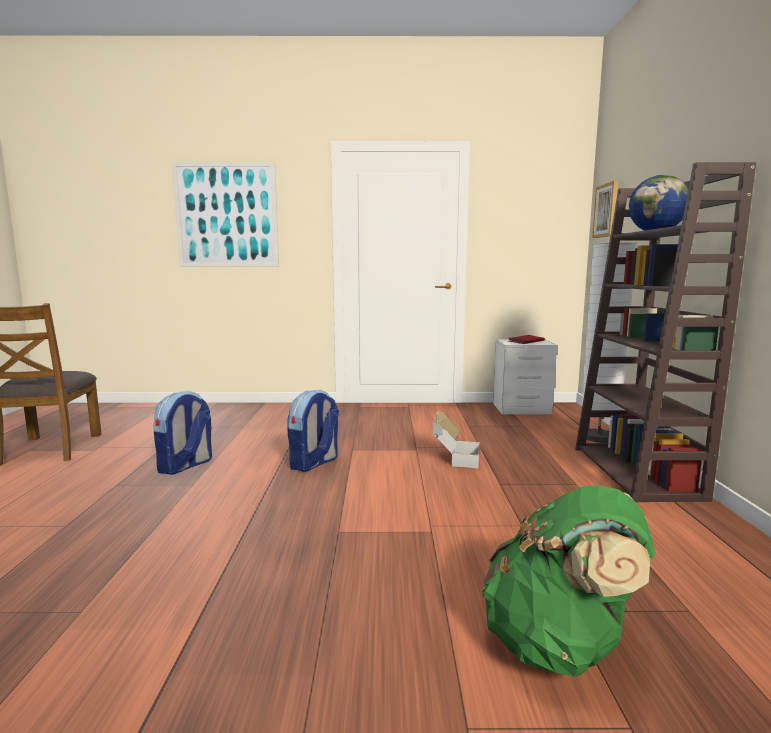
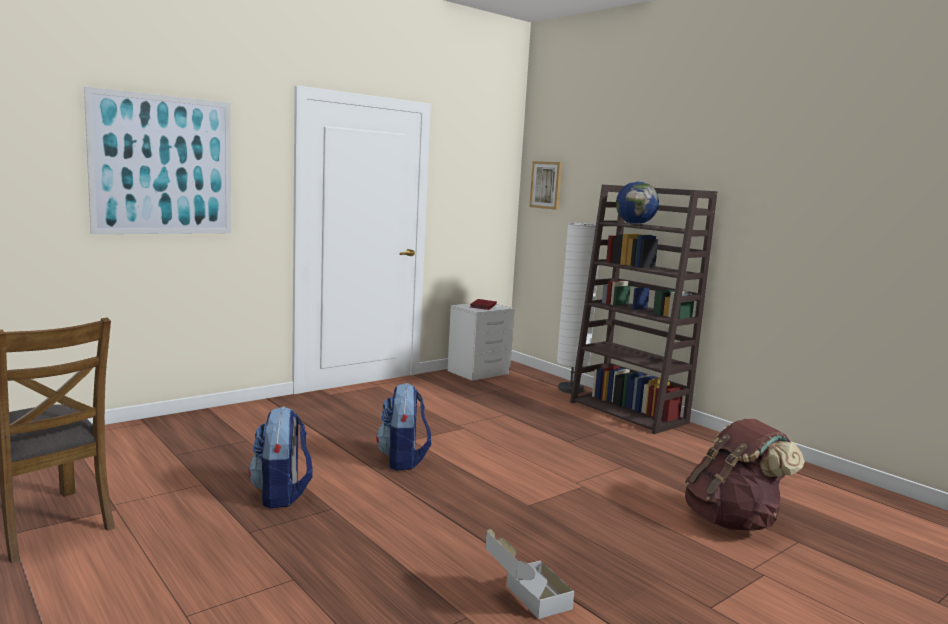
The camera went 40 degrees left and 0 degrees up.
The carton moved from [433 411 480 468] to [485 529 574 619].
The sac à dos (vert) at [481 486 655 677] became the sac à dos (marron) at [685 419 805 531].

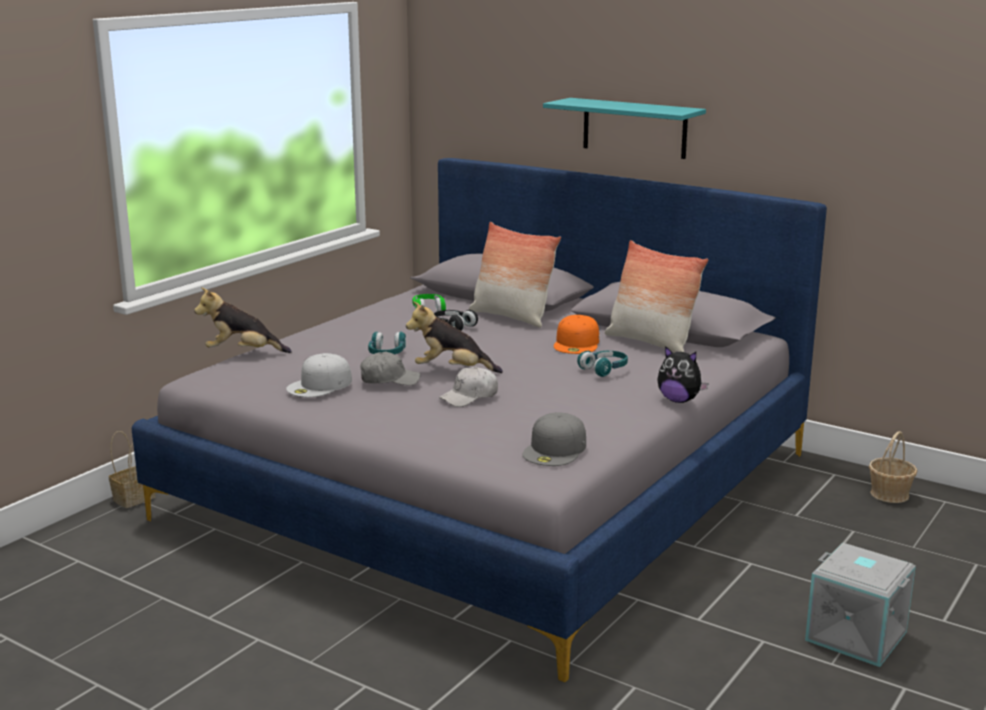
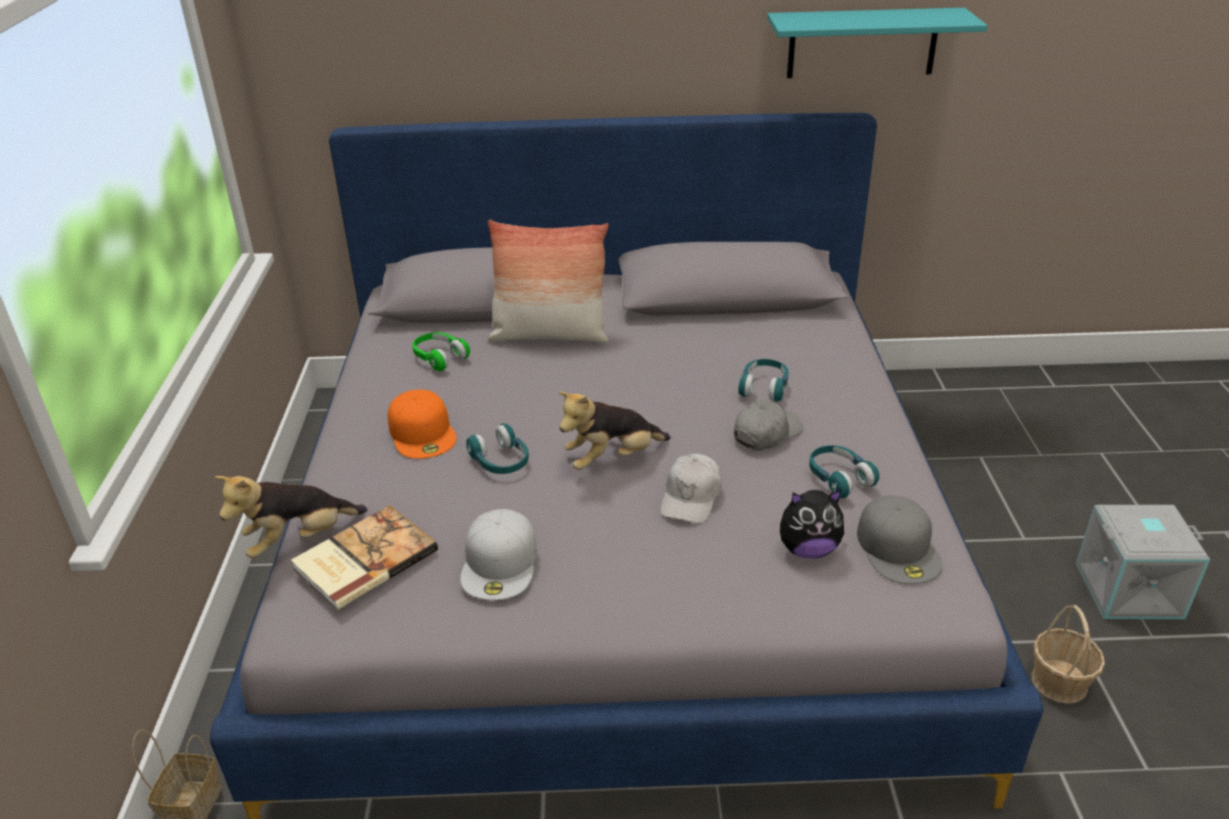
The camera went 35 degrees left and 15 degrees up.
The casquette (gris) moved from [360 352 420 386] to [734 401 803 450].
The casque audio (noir) at [434 310 478 331] disappeared.
The étagère (turquoise) moved from [543 98 706 159] to [767 8 987 78].
The casquette (orange) moved from [554 315 599 354] to [388 390 456 459].
The coussin at [605 240 708 353] disappeared.
The peluche moved from [657 346 709 403] to [780 489 844 559].
The panier moved from [869 431 917 503] to [1031 605 1105 704].
The livre at [291 505 438 610] appeared.
The casque audio (turquoise) at [809 445 879 498] appeared.

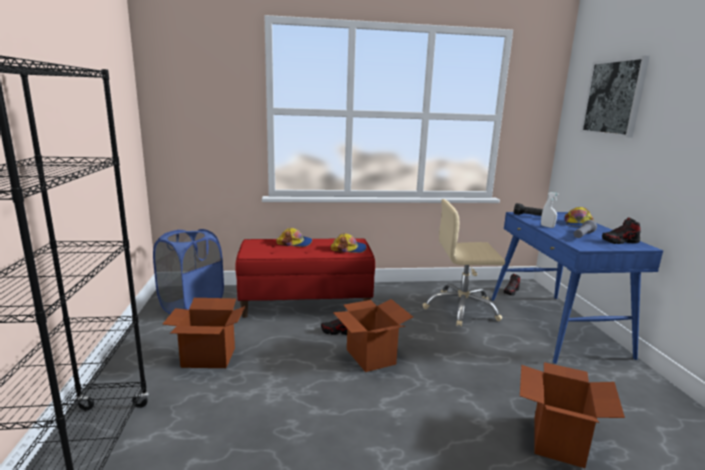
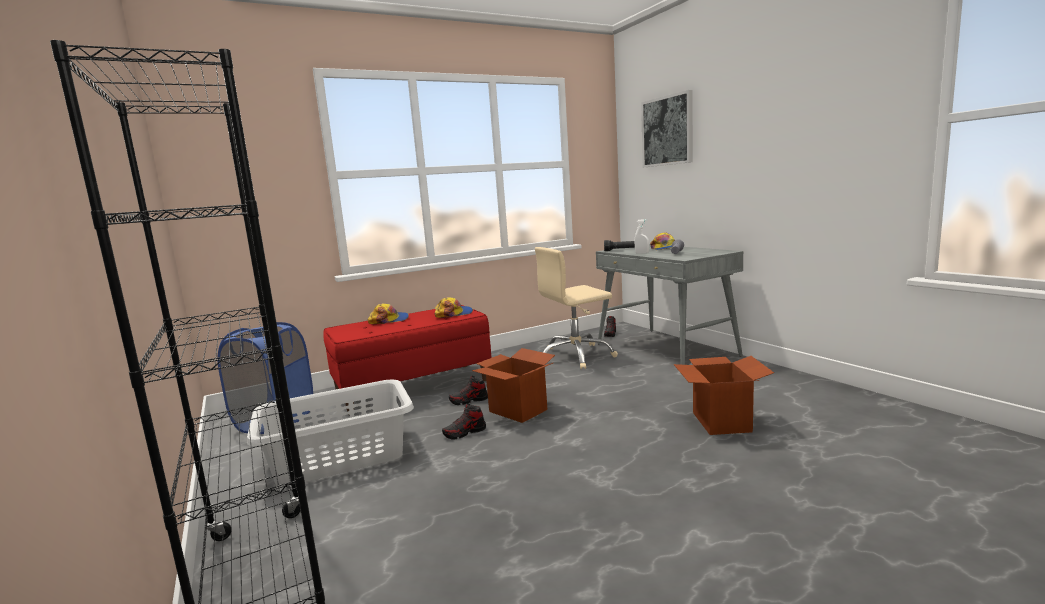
The camera went 20 degrees left and 5 degrees down.
The carton at [162 298 245 368] was replaced by the panier à linge (gris) at [247 380 414 487].
The bureau (bleu) at [491 212 663 364] became the bureau (gris) at [596 244 744 365].
The chaussure moved from [602 217 641 244] to [442 404 486 439].

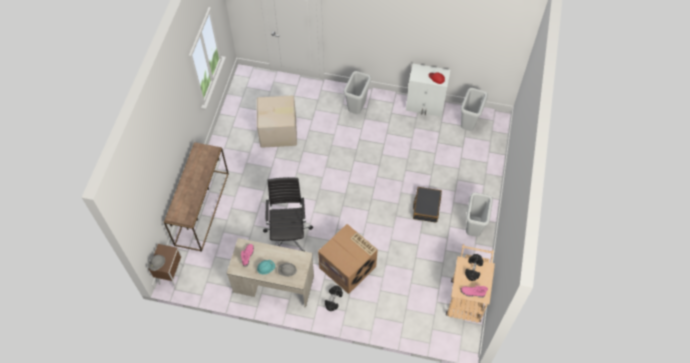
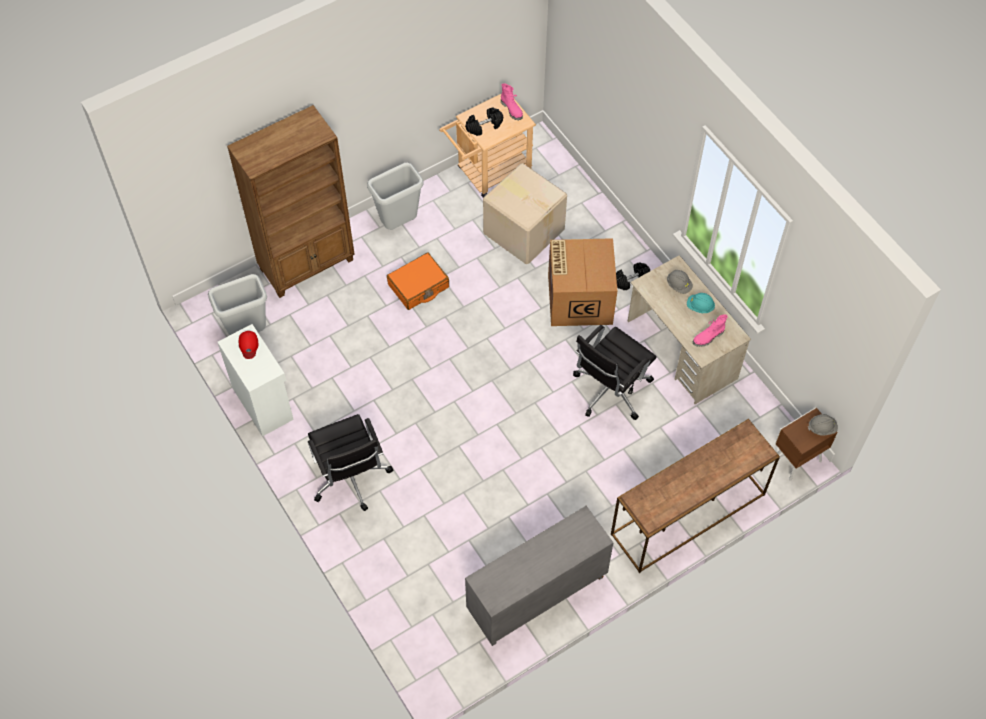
The camera went 135 degrees left and 0 degrees up.
The carton moved from [257 95 297 148] to [483 163 567 264].
The poubelle (gris) at [344 71 371 114] was replaced by the chaise de bureau (noir) at [308 414 393 511].
The valise (noir) at [413 187 442 223] became the valise (orange) at [387 252 449 310].
The bibliothèque (marron) at [227 105 355 298] appeared.
The meuble de rangement (gris) at [465 506 613 646] appeared.

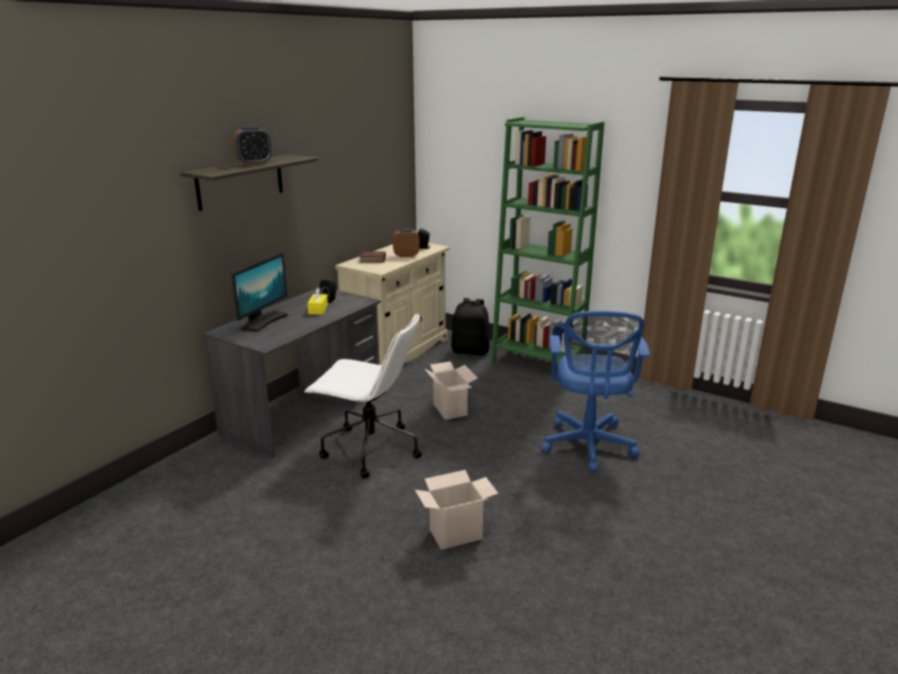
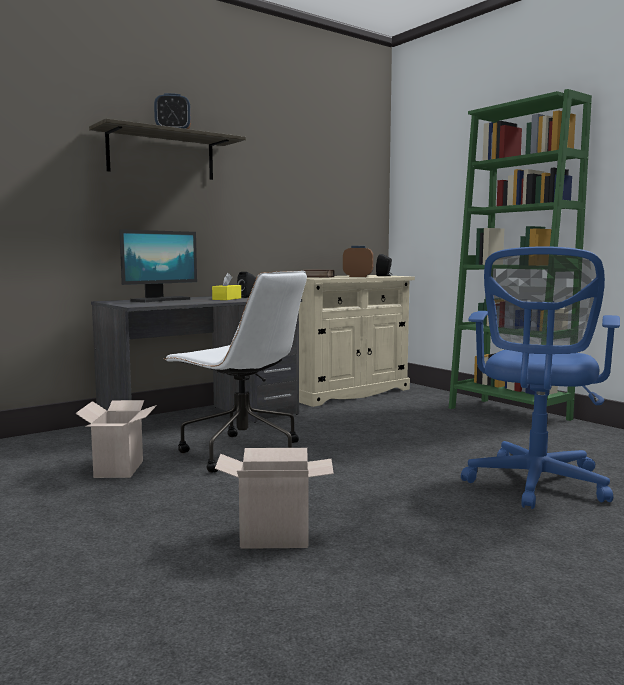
The camera went 20 degrees right and 15 degrees down.
The carton moved from [425 361 478 420] to [75 400 157 478].
The sac à dos (noir) at [451 298 490 355] disappeared.

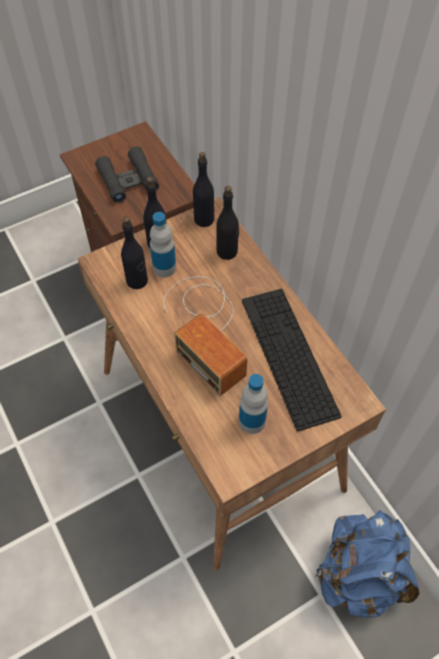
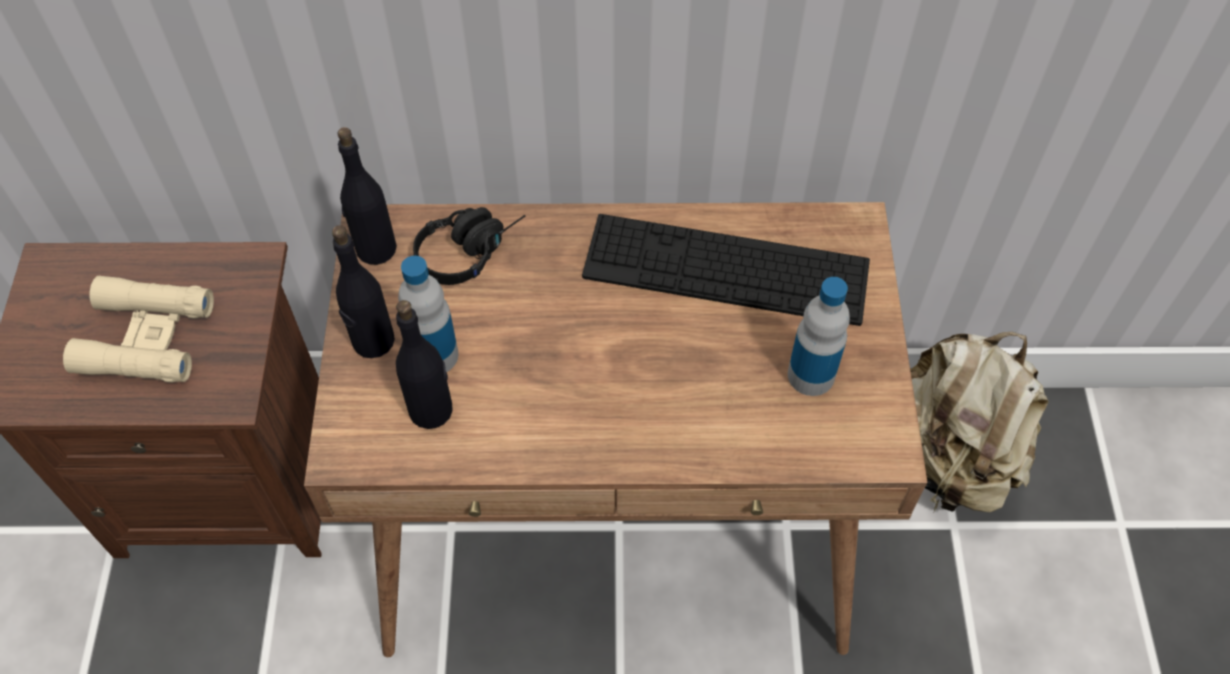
The camera went 60 degrees left and 0 degrees up.
The jumelles (noir) at [95 147 159 203] became the jumelles (beige) at [63 275 214 383].
The radio at [163 276 248 396] disappeared.
The bouteille (noir) at [216 186 239 260] was replaced by the casque audio (noir) at [413 207 525 285].
The sac à dos (bleu) at [316 511 419 617] became the sac à dos (beige) at [910 332 1049 513].

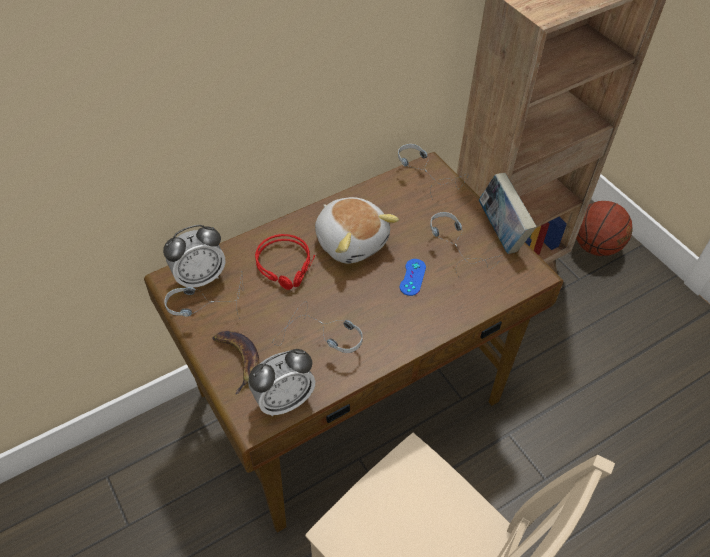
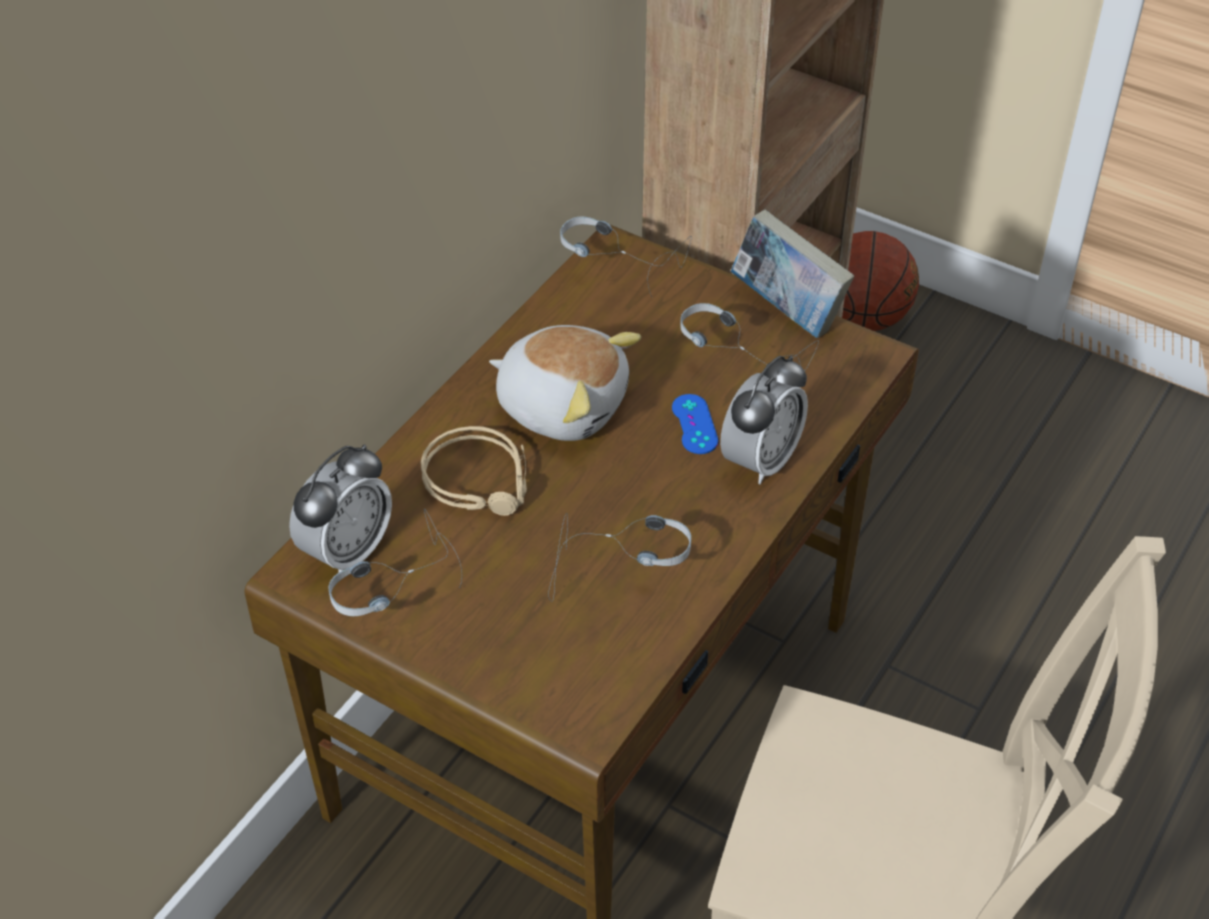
The camera went 25 degrees left and 5 degrees down.
The banane at [212 331 259 395] disappeared.
The réveil moved from [248 349 315 416] to [720 355 808 485].
The casque audio (rouge) at [255 234 315 290] became the casque audio (beige) at [421 426 527 516].

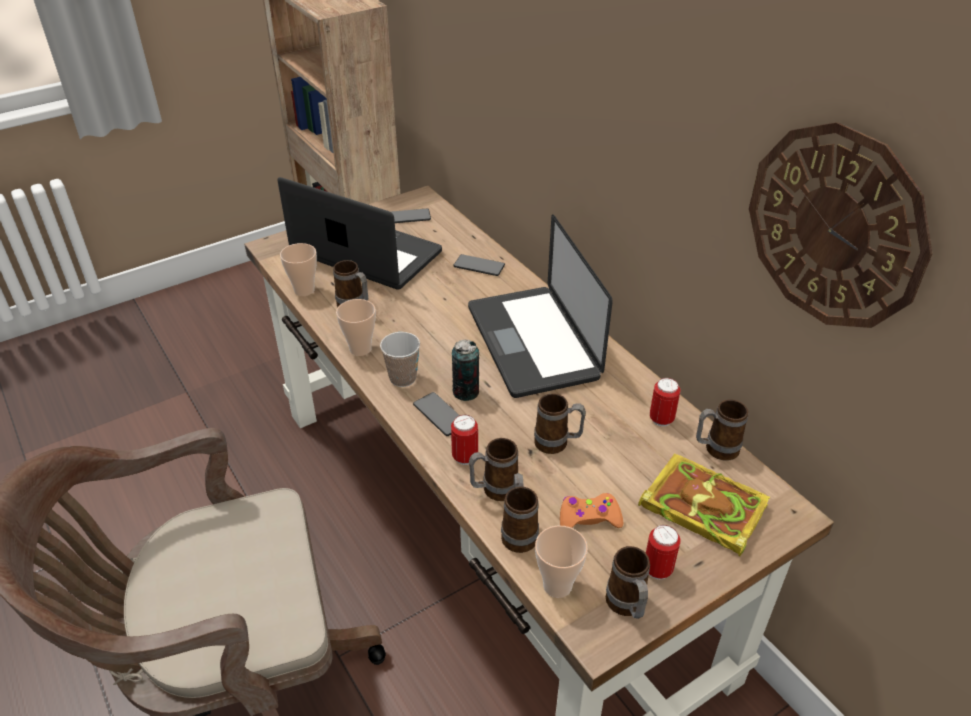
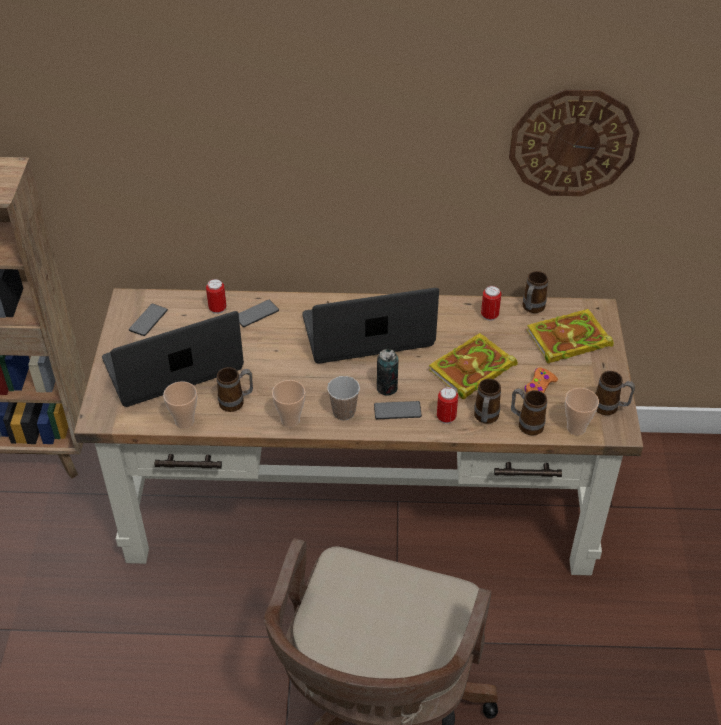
The camera went 55 degrees left and 5 degrees up.
The ordinateur portable at [468 215 613 398] turned 150 degrees clockwise.
The mug at [534 393 586 454] was replaced by the livre at [429 333 518 399].
The boîte métallique moved from [646 525 681 580] to [206 279 227 314].

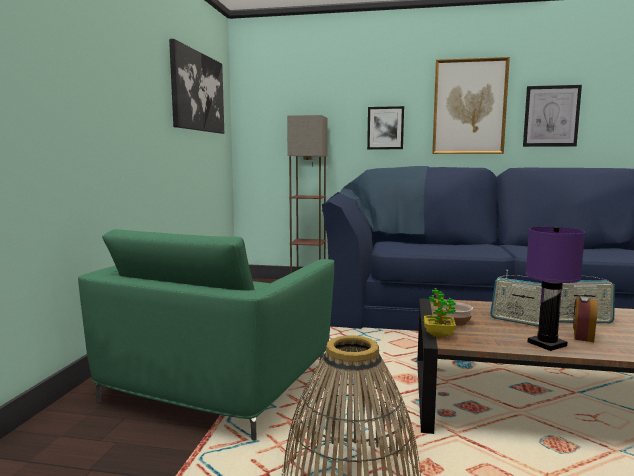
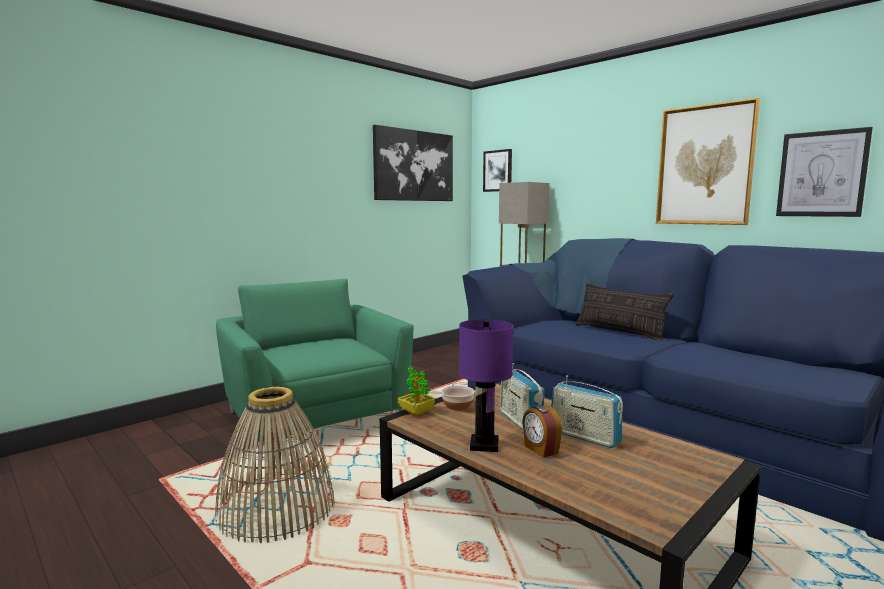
The camera went 35 degrees right and 0 degrees up.
The fauteuil (vert) at [78 229 334 440] turned 90 degrees clockwise.
The tableau moved from [367 106 404 149] to [483 149 512 192].
The réveil at [573 296 597 342] turned 90 degrees counterclockwise.
The coussin at [575 283 674 340] appeared.

